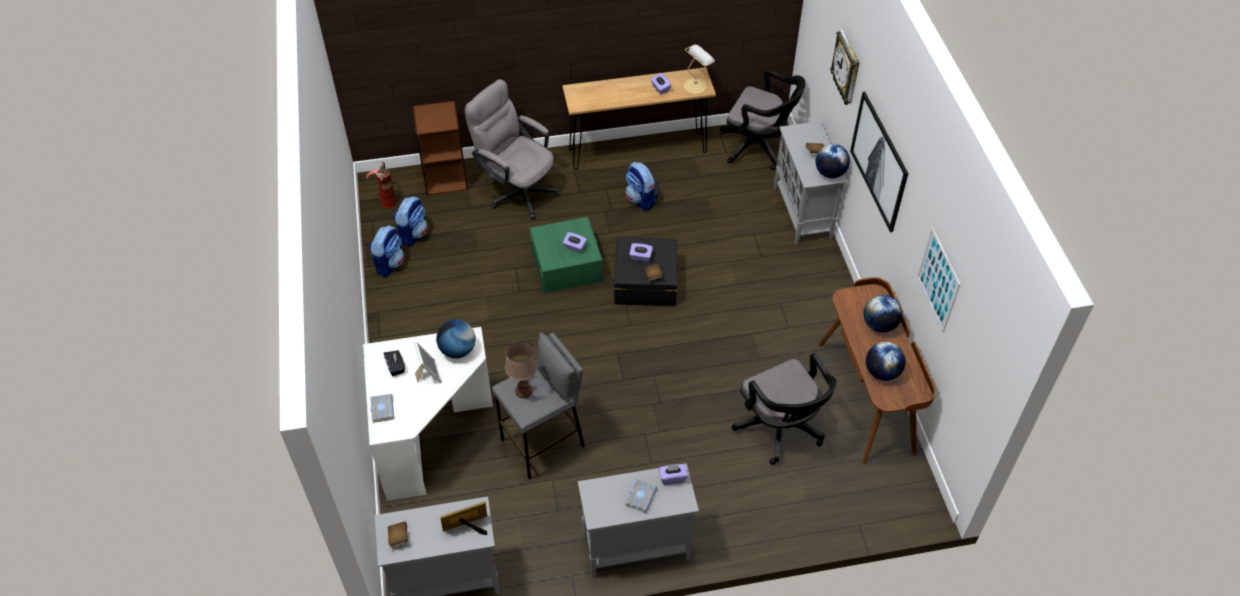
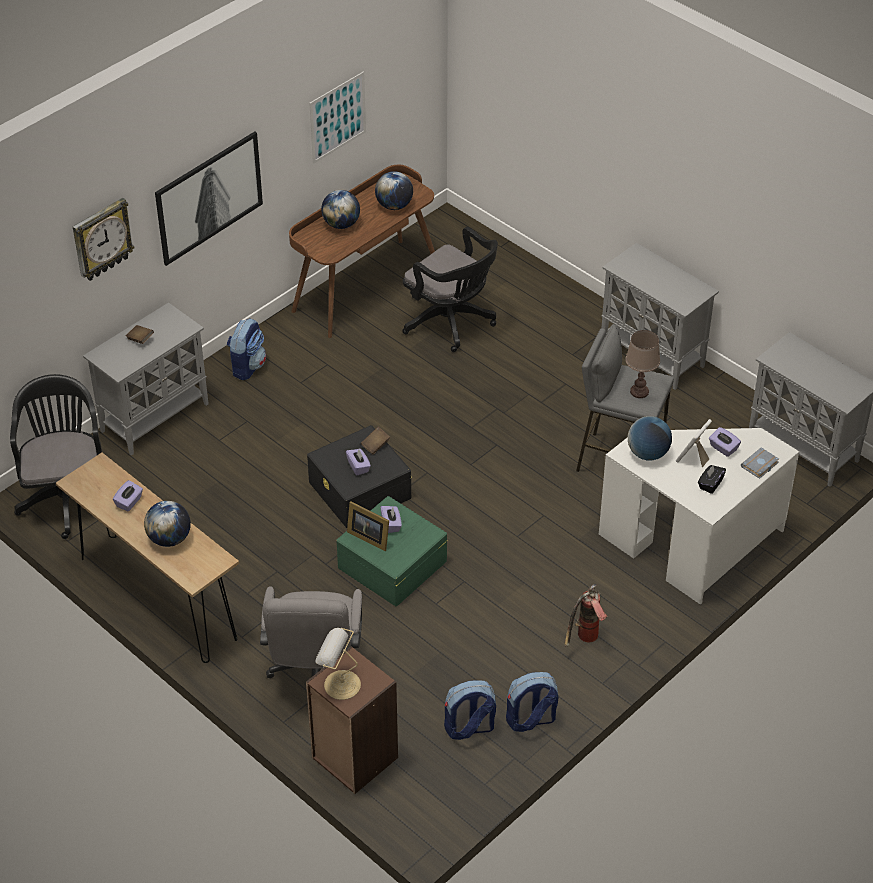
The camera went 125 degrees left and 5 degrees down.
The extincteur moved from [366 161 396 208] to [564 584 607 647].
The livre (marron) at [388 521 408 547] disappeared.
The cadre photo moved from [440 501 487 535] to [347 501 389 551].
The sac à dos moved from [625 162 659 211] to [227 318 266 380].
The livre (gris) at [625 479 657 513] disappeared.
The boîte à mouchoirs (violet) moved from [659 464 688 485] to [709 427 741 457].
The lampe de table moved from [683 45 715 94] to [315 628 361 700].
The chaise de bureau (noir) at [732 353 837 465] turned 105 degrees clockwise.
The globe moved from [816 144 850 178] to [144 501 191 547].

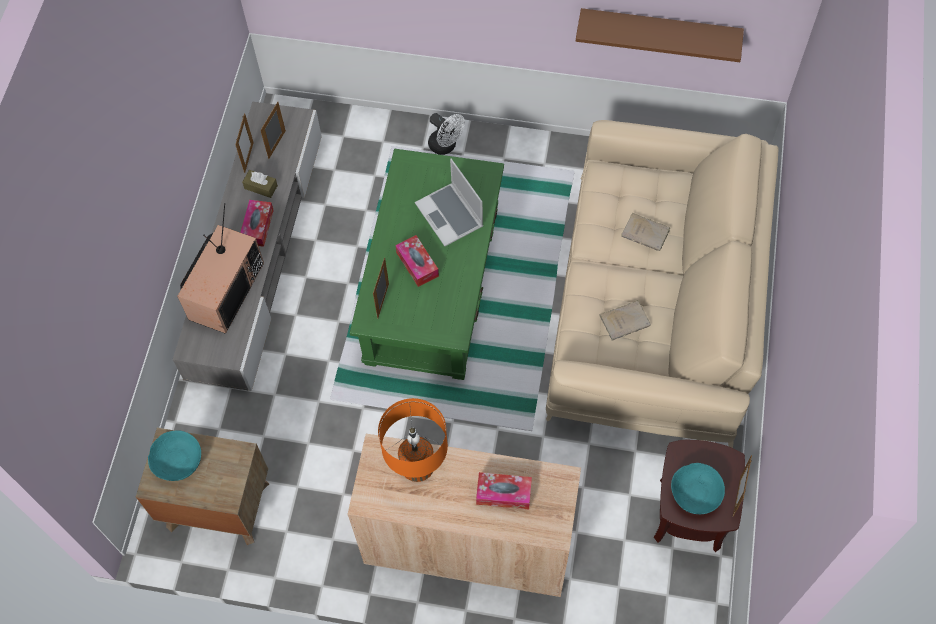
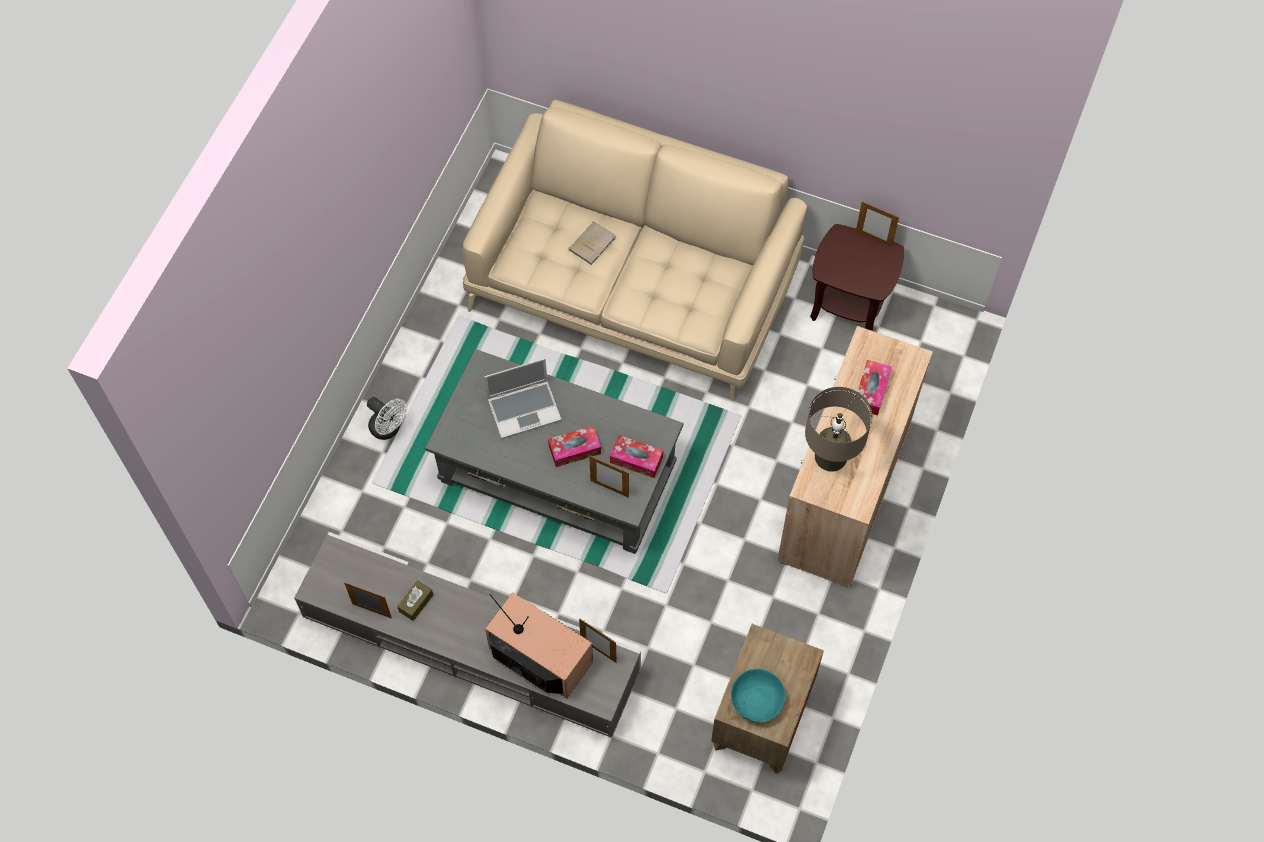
The camera went 80 degrees left and 0 degrees up.
The boîte à mouchoirs moved from [240 200 274 247] to [610 435 663 478].
The cadre photo moved from [260 102 286 159] to [579 618 617 663].
The table basse (vert) at [350 149 504 380] became the table basse (gris) at [425 349 683 554].
The lampe de table (orange) at [378 398 448 482] became the lampe de table (beige) at [805 387 872 472].
The ventilateur (blanc) at [428 113 465 155] turned 75 degrees clockwise.
The étagère (marron) at [576 8 744 62] disappeared.
The livre (beige) at [599 300 651 341] disappeared.
The bol (turquoise) at [671 463 725 514] disappeared.

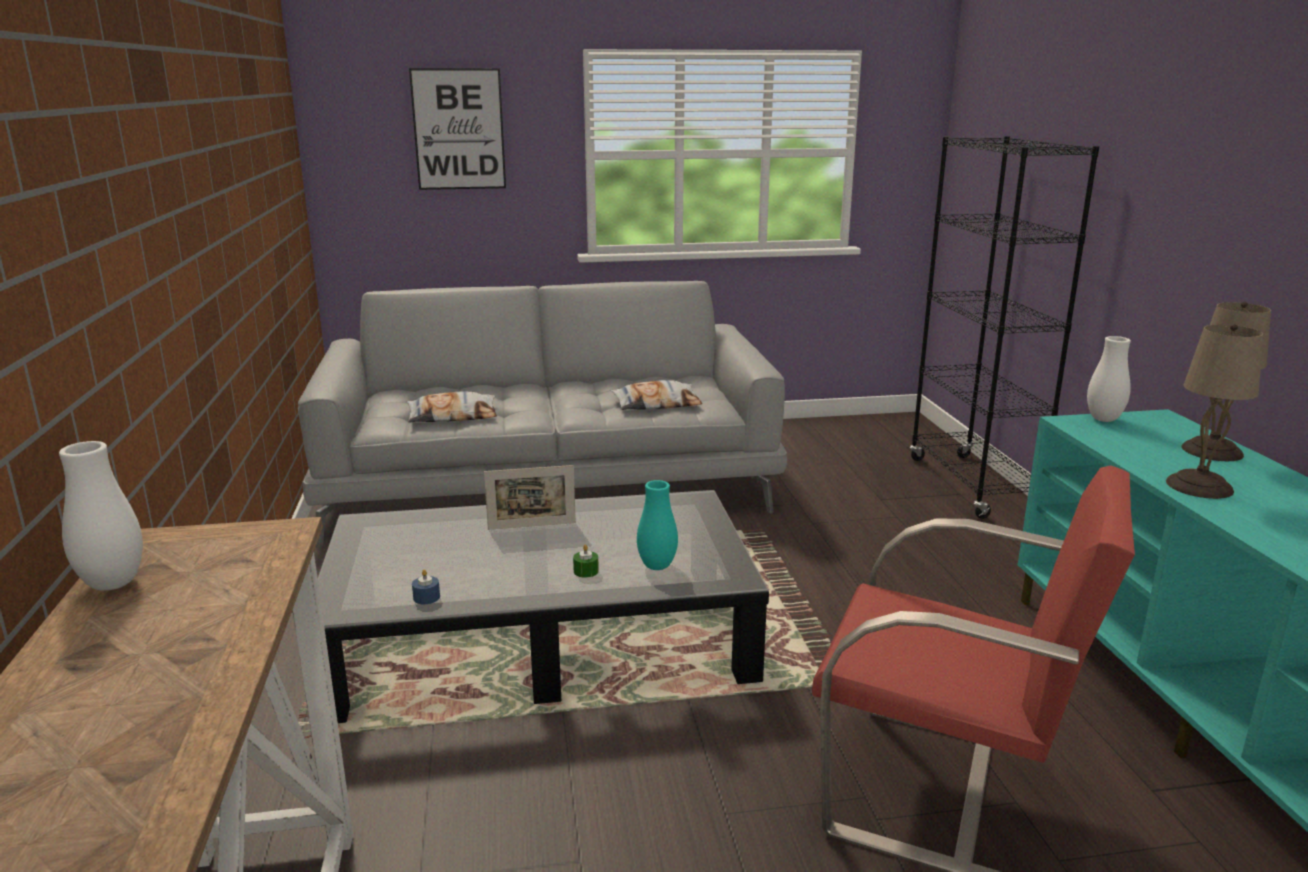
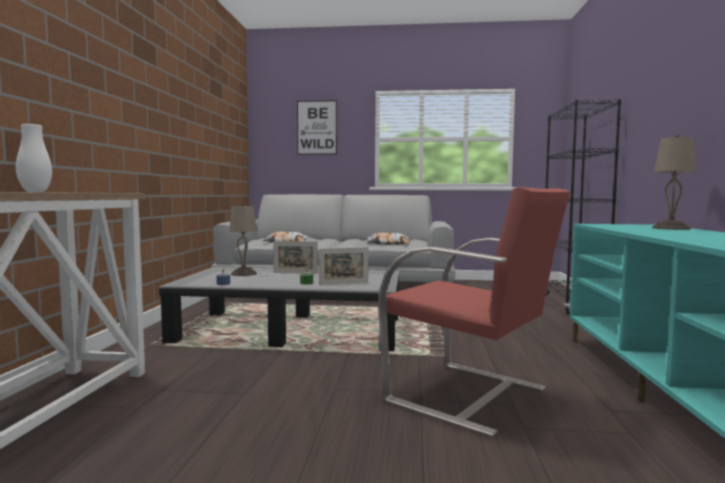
The camera went 15 degrees right and 15 degrees down.
The vase (turquoise) at [637 480 678 570] was replaced by the cadre photo at [319 247 368 286].
The vase (blanc) at [1087 336 1131 422] disappeared.
The lampe de table (beige) moved from [1166 324 1263 499] to [229 203 257 276].

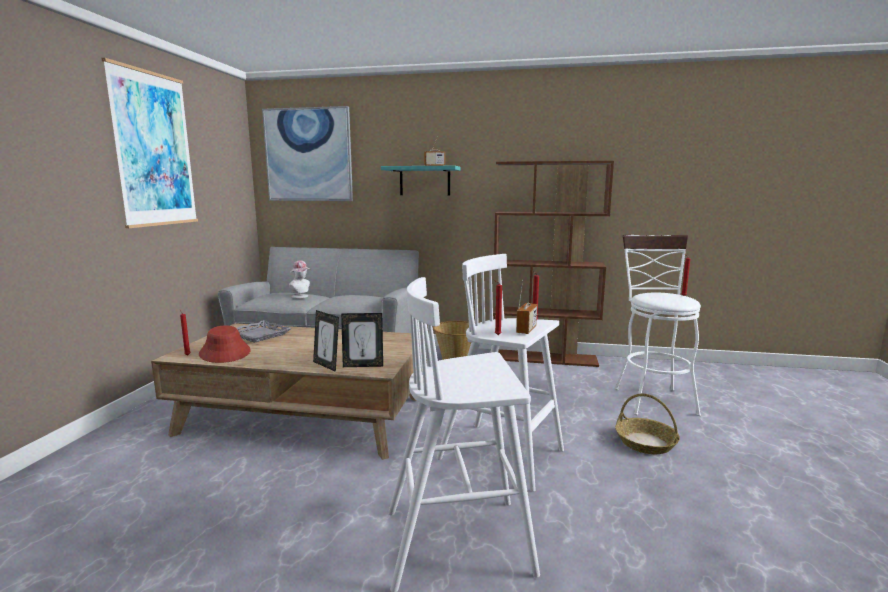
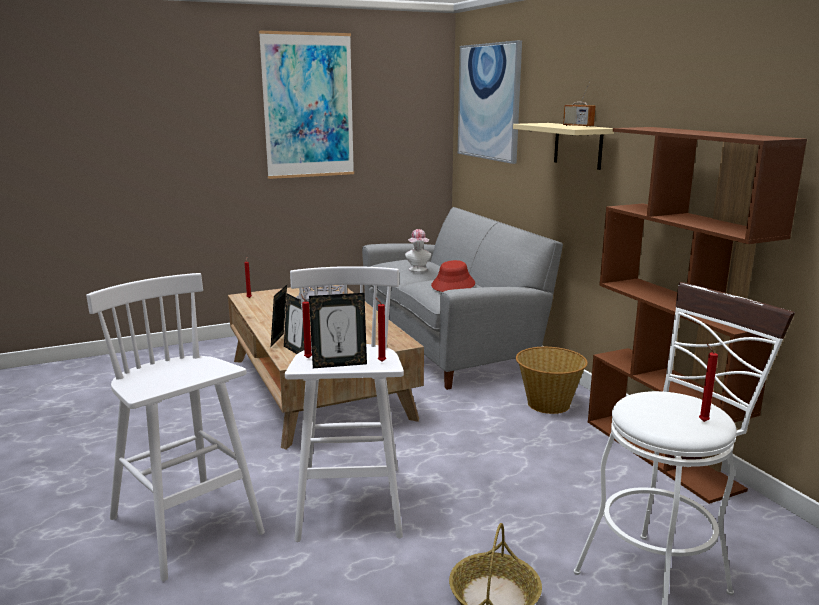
The camera went 55 degrees right and 5 degrees up.
The chapeau (rouge) moved from [199 326 251 363] to [431 260 475 292].
The étagère (turquoise) at [381 166 461 195] became the étagère (beige) at [513 123 614 170].
The radio at [516 280 537 334] was replaced by the cadre photo at [309 293 367 368].

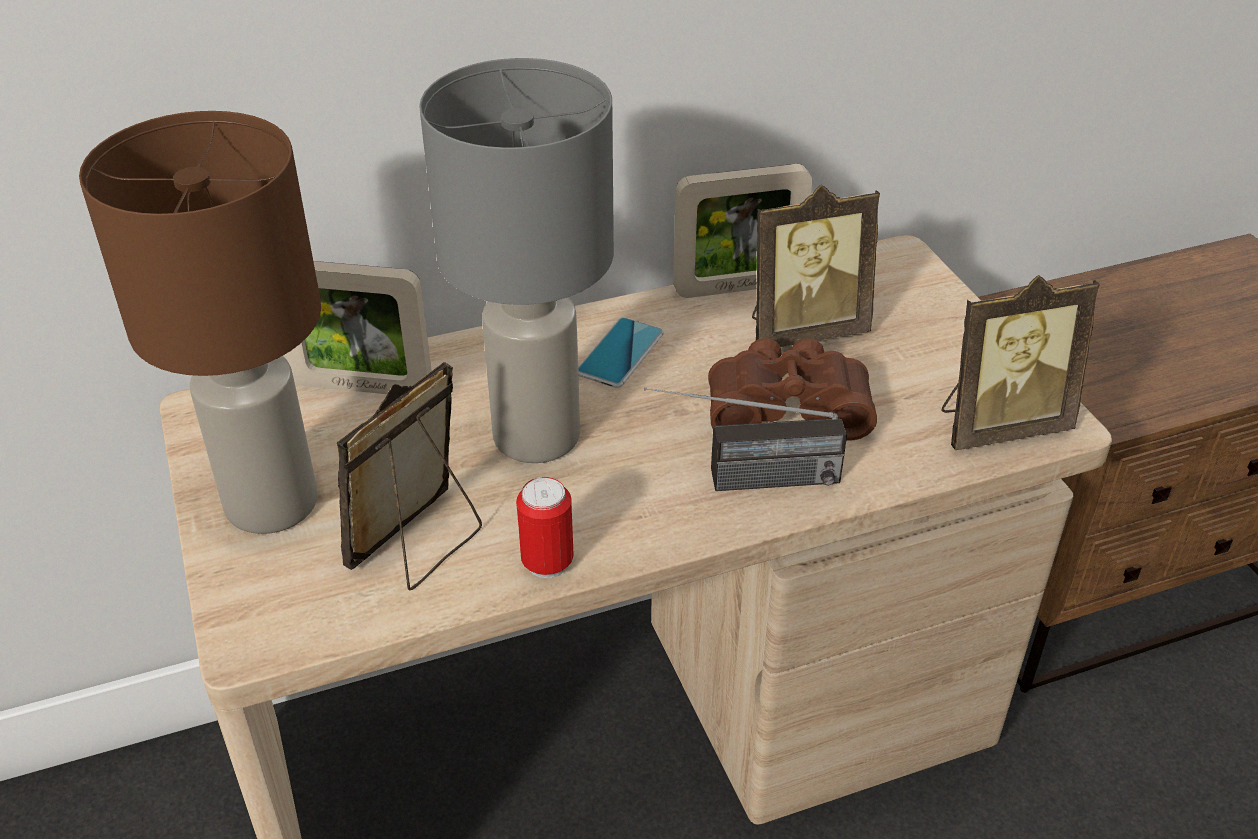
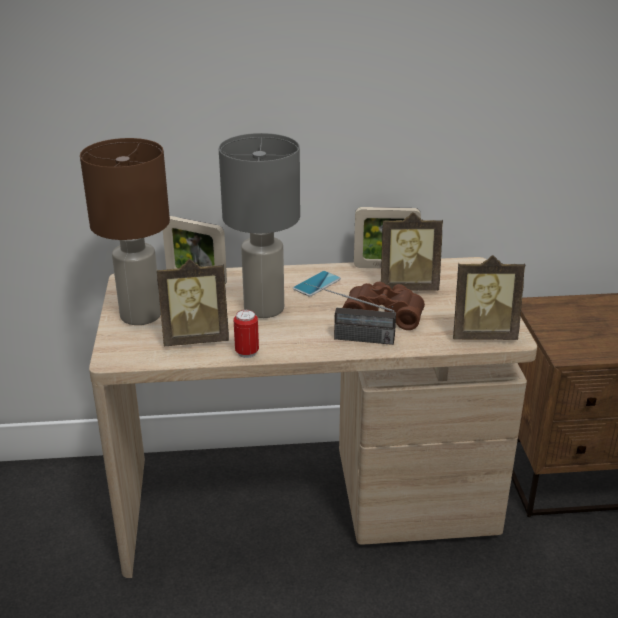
The camera went 15 degrees right and 10 degrees down.
The cadre photo at [337 362 482 590] turned 150 degrees counterclockwise.

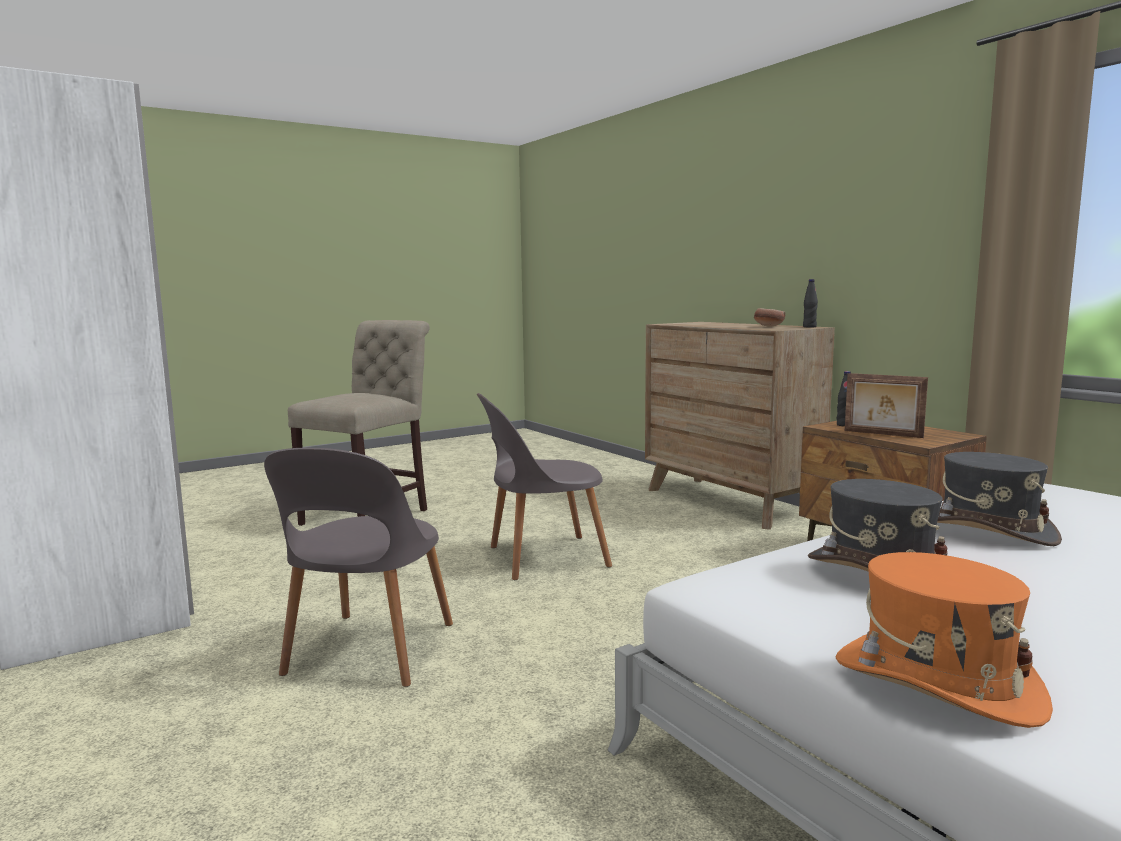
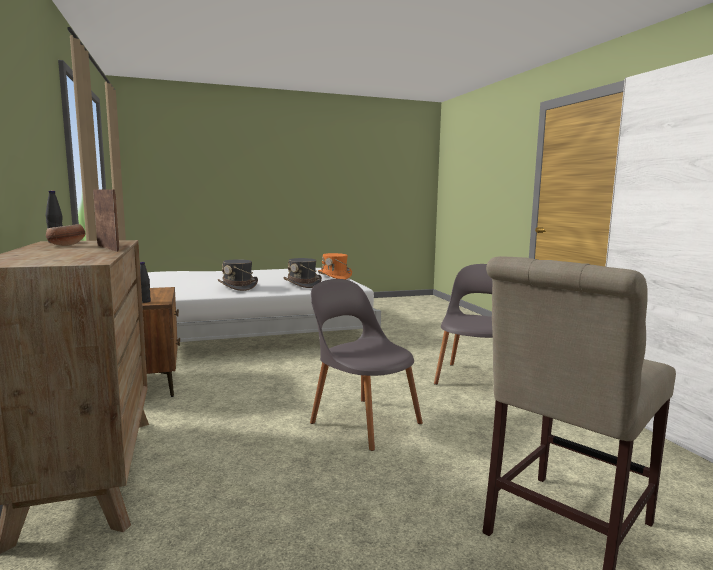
The camera went 165 degrees left and 0 degrees up.
The chaise (gris) at [477 393 612 580] turned 135 degrees counterclockwise.
The cadre photo moved from [845 373 928 438] to [93 189 119 252].

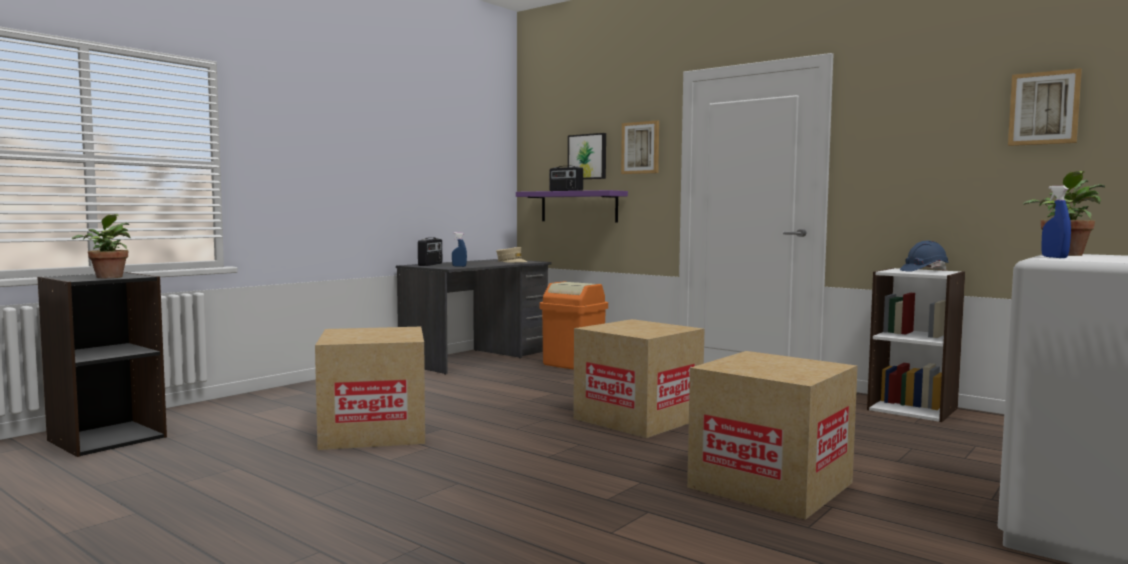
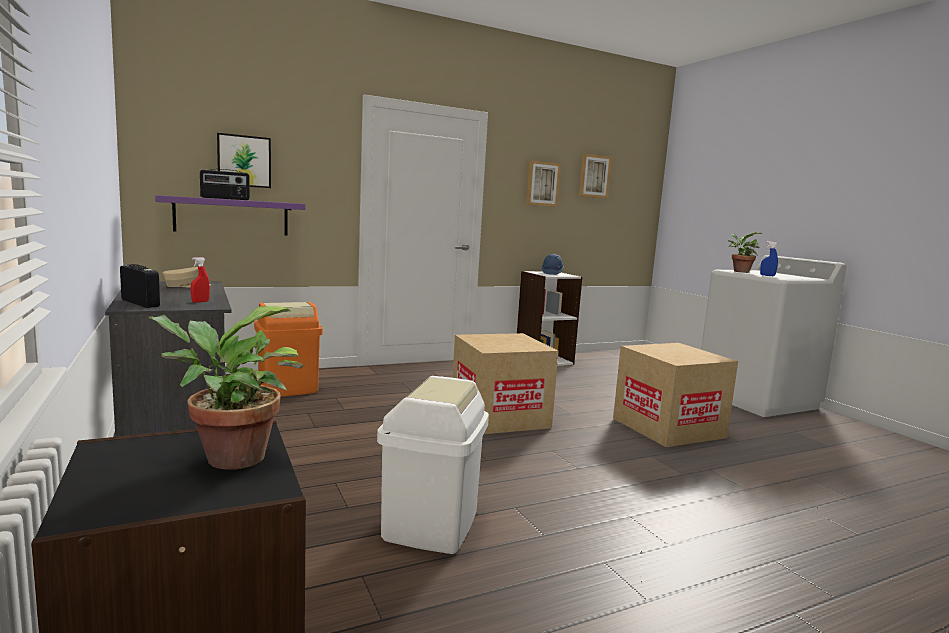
The camera went 65 degrees left and 5 degrees up.
The carton at [315 327 425 450] was replaced by the poubelle (blanc) at [377 376 489 554].
The vaporisateur (bleu) at [452 232 467 267] became the vaporisateur (rouge) at [191 257 210 303].
The tableau moved from [621 120 659 174] to [526 161 561 207].

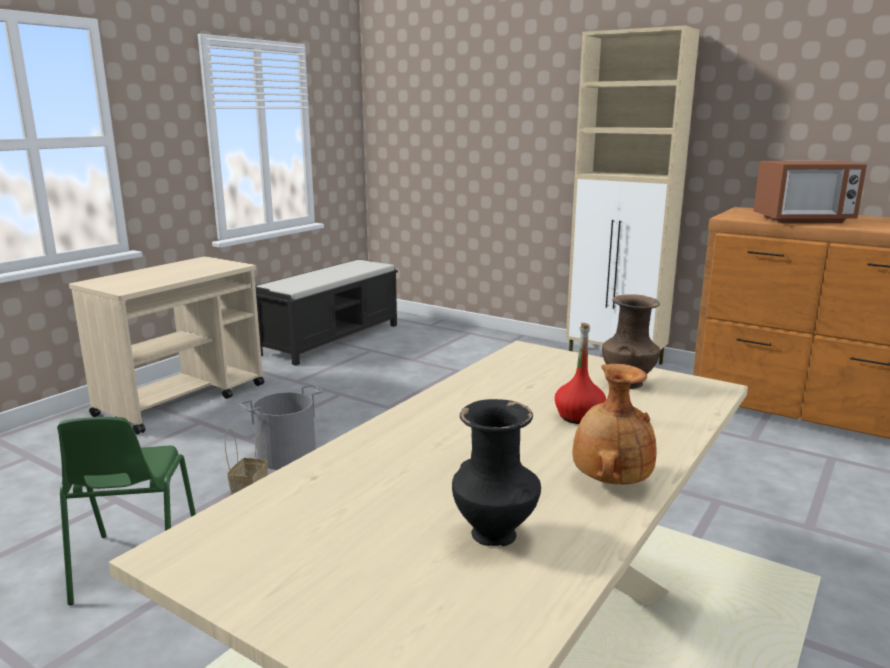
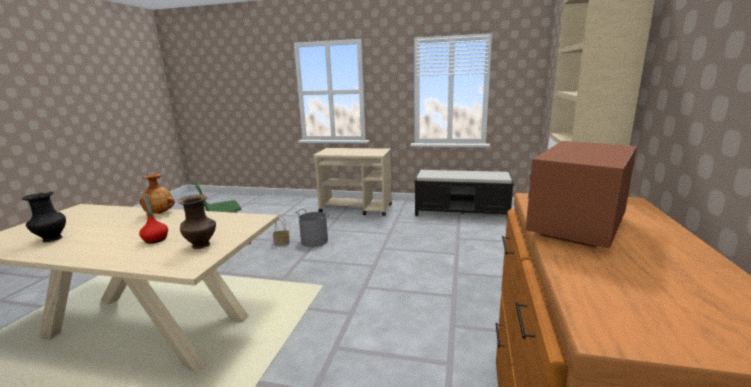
The camera went 70 degrees right and 0 degrees up.
The vase (marron) moved from [573 364 657 484] to [140 173 175 214].
The micro-ondes at [753 161 867 223] turned 60 degrees clockwise.

